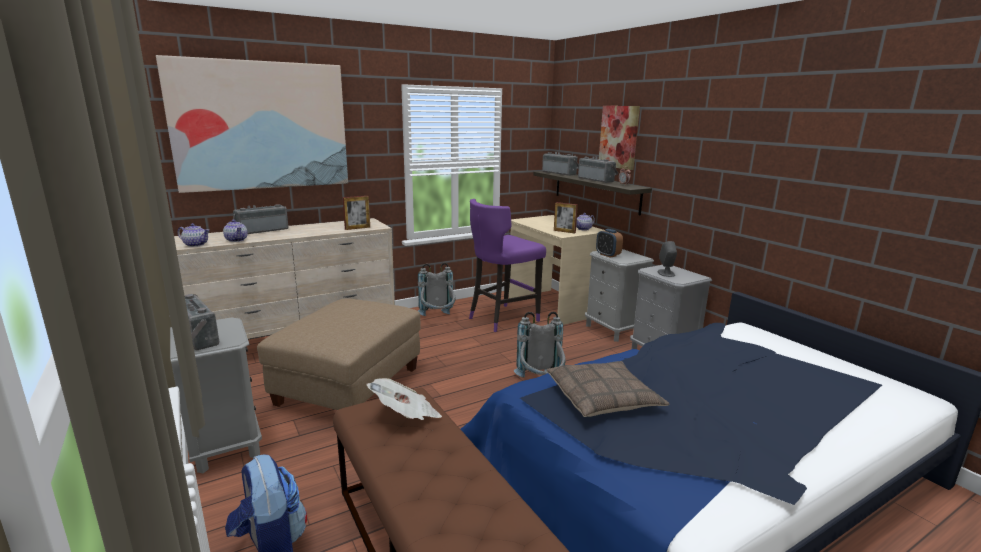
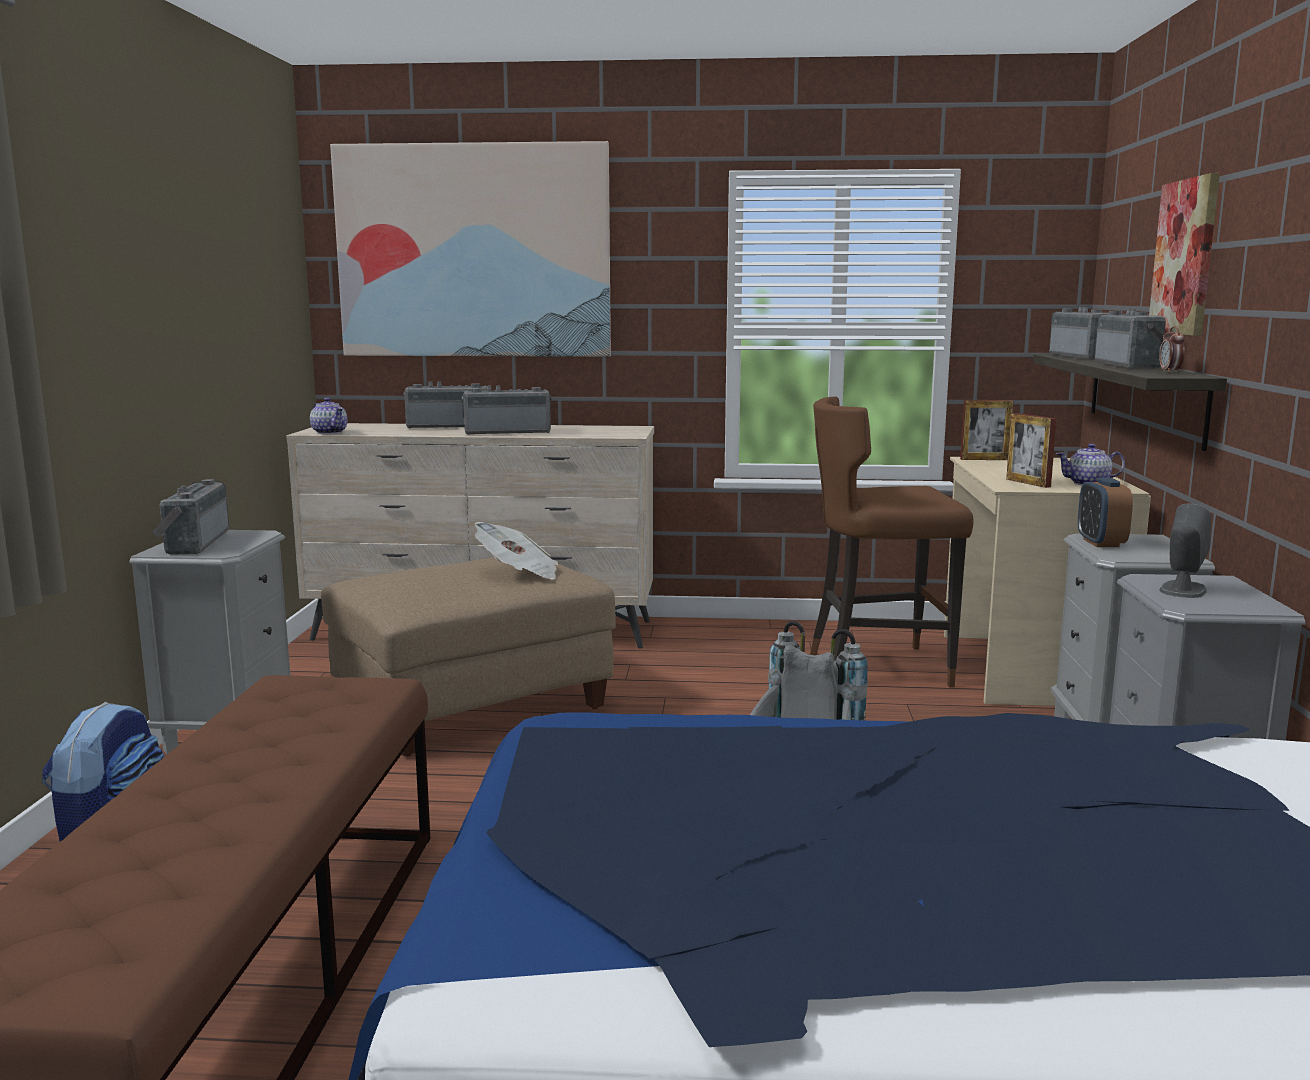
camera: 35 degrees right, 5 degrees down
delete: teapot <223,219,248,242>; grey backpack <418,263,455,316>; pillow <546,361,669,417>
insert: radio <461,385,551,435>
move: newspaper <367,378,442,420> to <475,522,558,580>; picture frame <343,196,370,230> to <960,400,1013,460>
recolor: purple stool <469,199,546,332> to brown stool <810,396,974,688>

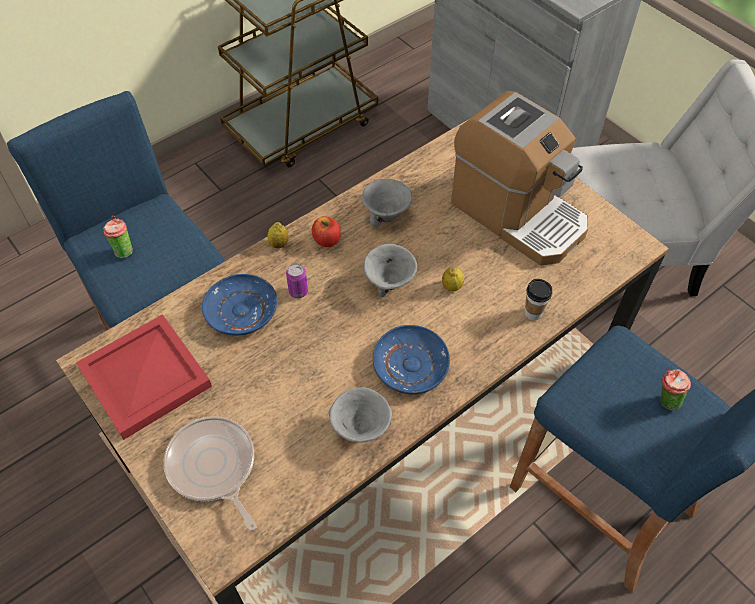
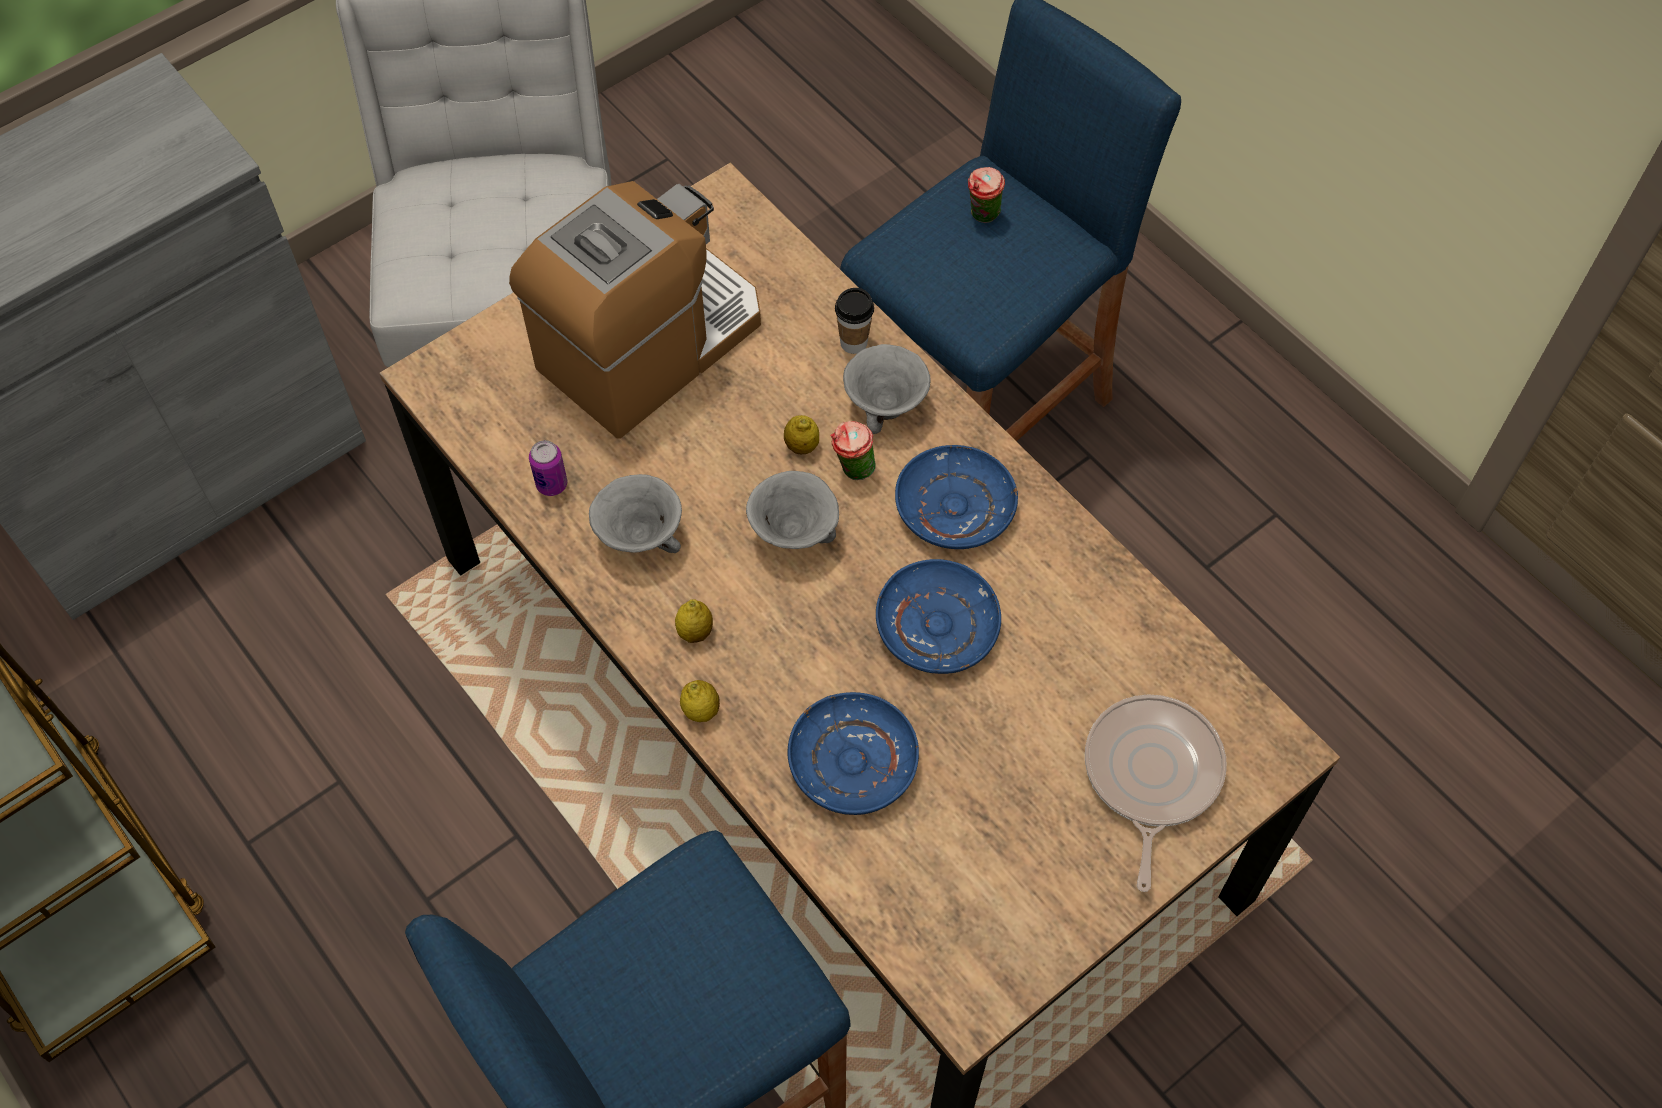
camera: 90 degrees left, 5 degrees up
delete: red tray <76,314,212,440>
insert: blue plate <876,559,1001,674>
move: can <286,264,308,298> to <529,440,567,496>; cup <103,216,133,258> to <831,421,876,480>; grey bowl <328,387,392,443> to <843,344,931,434>
replace: apple <312,216,341,247> to lemon <675,599,713,643>
rotate: frying pan <163,416,257,531> = <1085,694,1227,892> 135 degrees clockwise

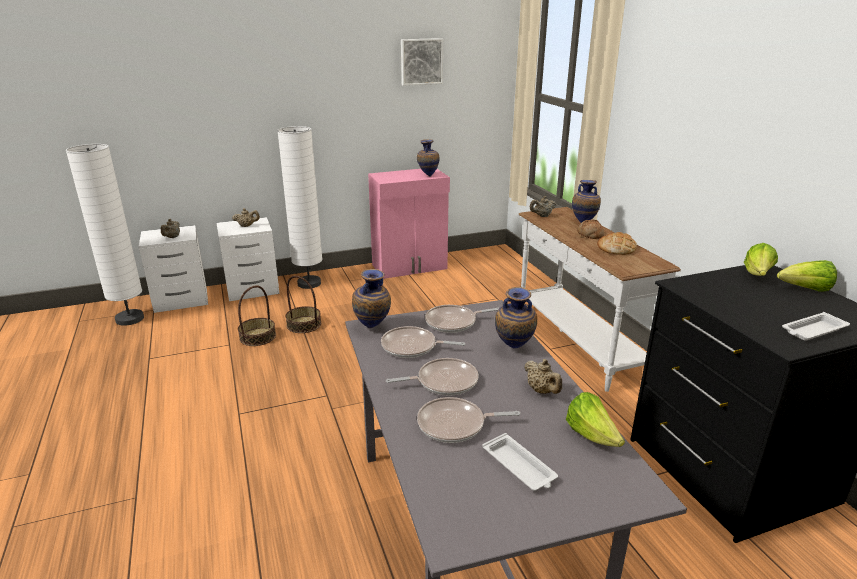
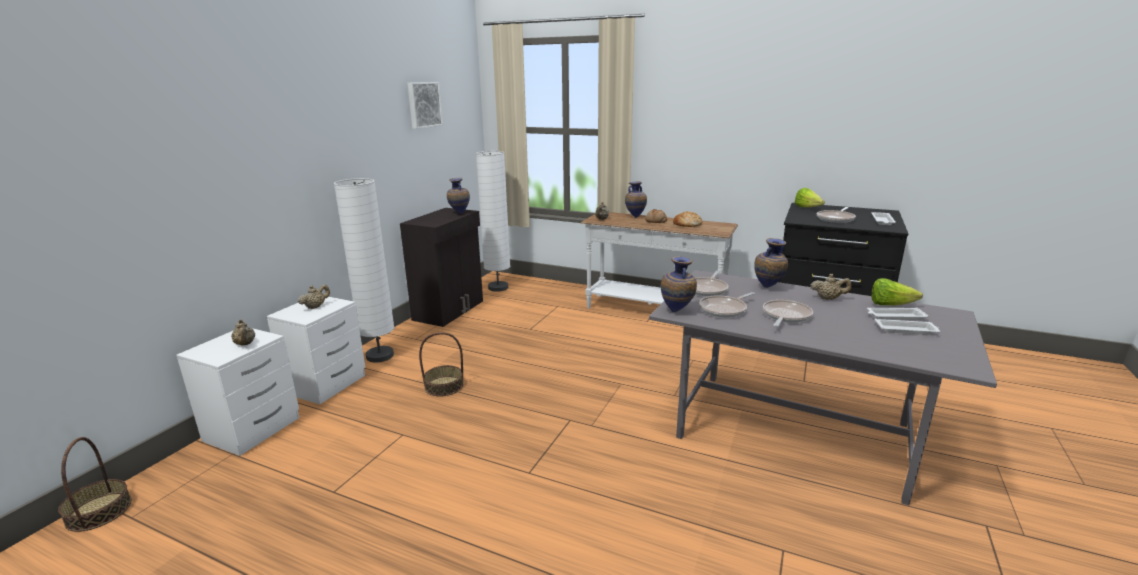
camera: 45 degrees left, 5 degrees down
delete: lettuce <777,260,837,292>
insert: white tray <867,307,929,320>
move: basket <238,285,276,346> to <58,437,132,532>; white floor lamp <66,144,144,326> to <476,151,510,292>; frying pan <417,397,520,443> to <817,207,856,223>
recolor: pink cabinet <368,169,450,279> to black cabinet <400,208,483,327>

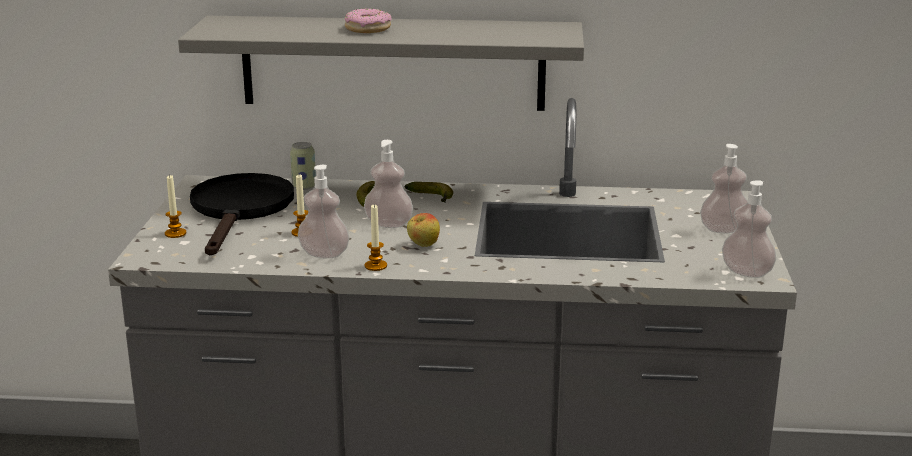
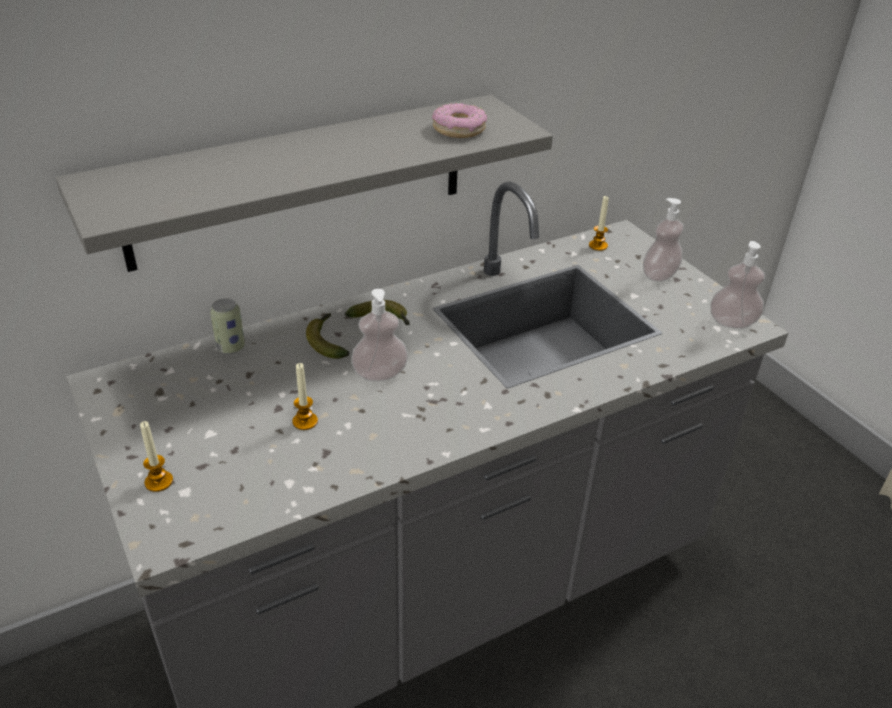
camera: 35 degrees left, 15 degrees up
delete: black frying pan <190,173,294,255>; soap dispenser <298,165,349,258>; apple <407,213,440,247>
move: donut <345,8,391,33> to <432,103,487,138>; candle <365,205,387,271> to <589,195,609,251>

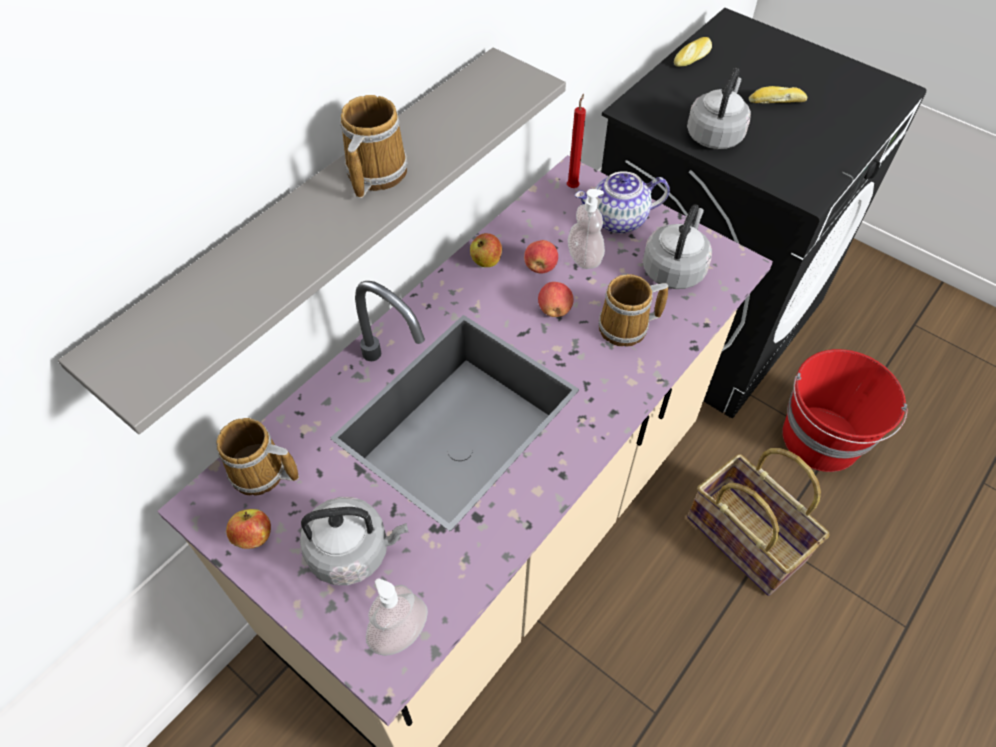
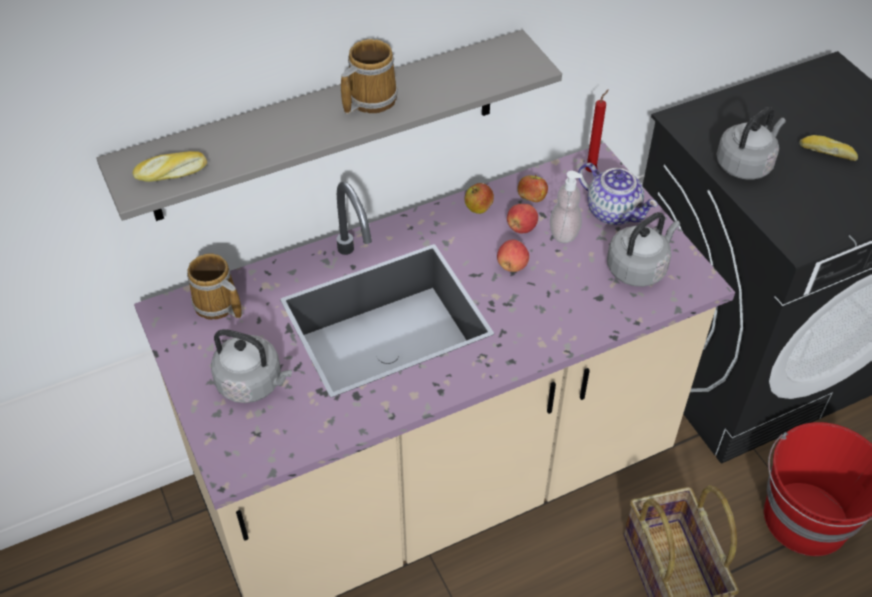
camera: 25 degrees right, 5 degrees down
delete: soap dispenser <366,578,428,656>; mug <599,274,668,347>
move: bread <674,37,712,67> to <133,151,207,182>; apple <226,509,271,549> to <518,175,548,202>
rotate: teapot <575,171,670,234> = <578,163,658,225> 150 degrees counterclockwise

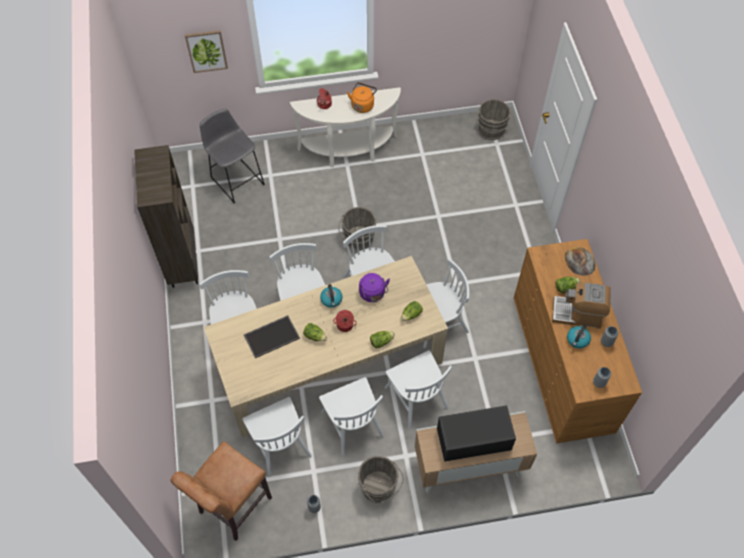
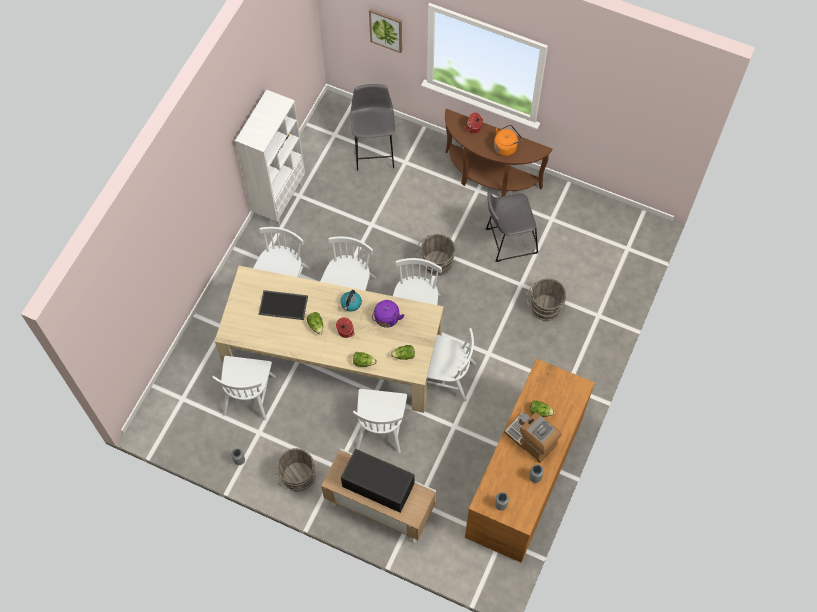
camera: 35 degrees right, 5 degrees up
delete: brown stool <170,441,272,541>; white chair <319,377,385,456>; bread <565,247,595,276>; kettle <567,325,591,349>
insert: grey stool <486,191,539,262>
move: grey bucket <477,99,512,140> to <526,278,566,321>
recolor: brown bookcase <134,145,198,288> to white bookcase <235,90,305,224>; white console table <290,87,401,167> to brown console table <445,109,552,197>

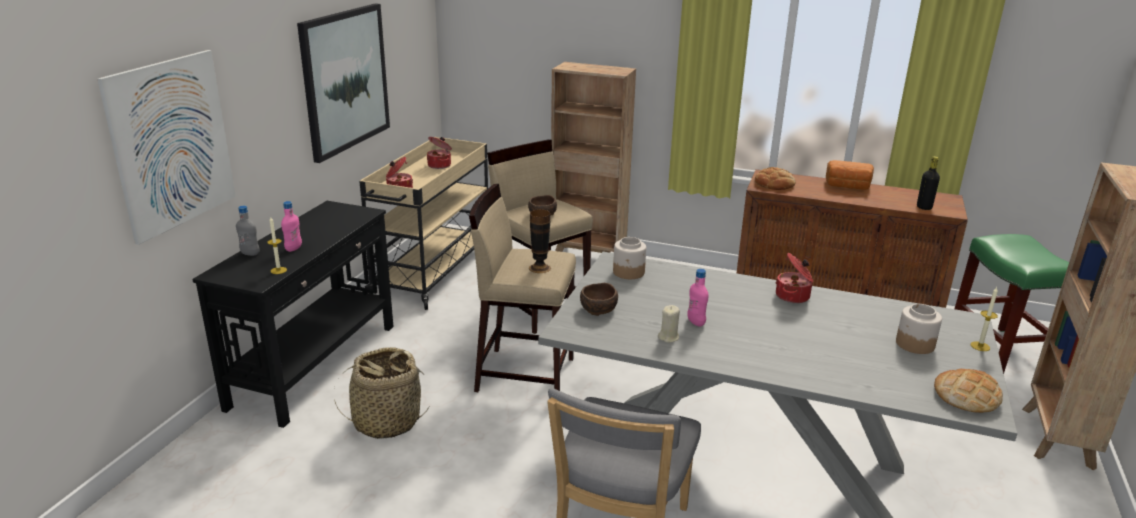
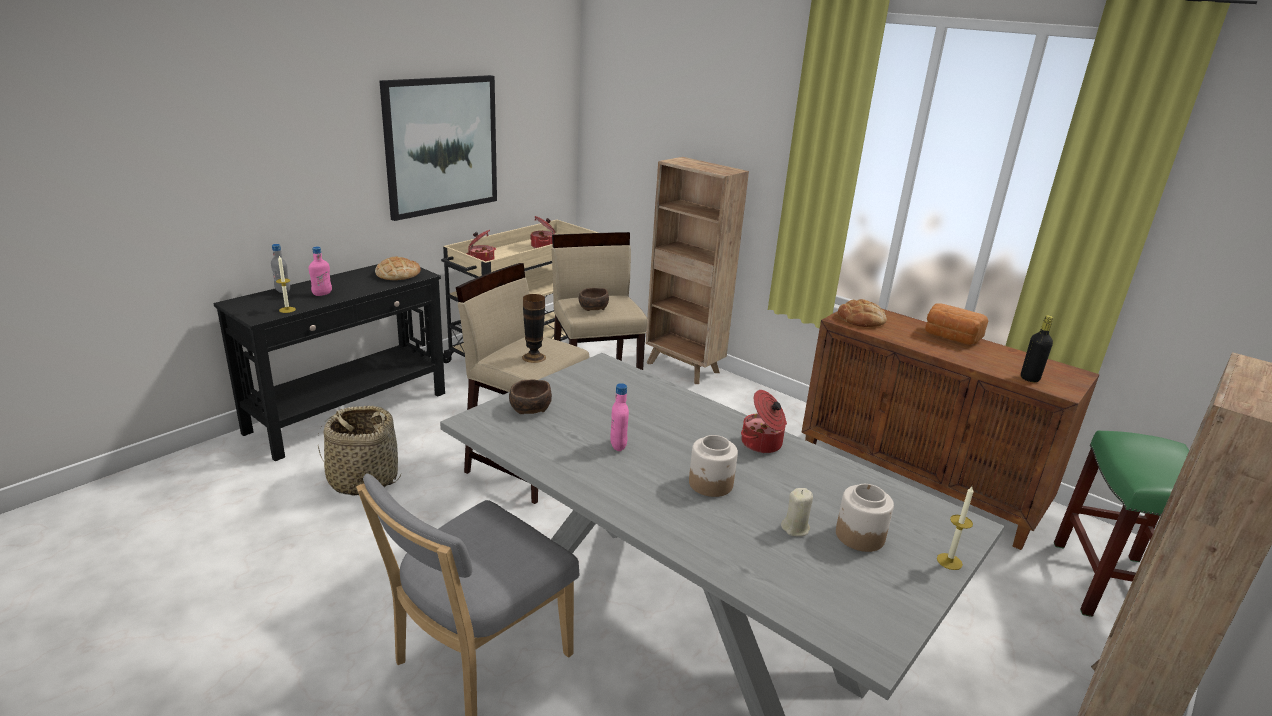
camera: 20 degrees right, 0 degrees up
delete: picture <97,50,236,245>
move: bread <934,369,1003,413> to <375,257,421,280>; jar <613,237,646,279> to <689,435,738,497>; beige candle <658,305,680,343> to <781,488,813,536>

